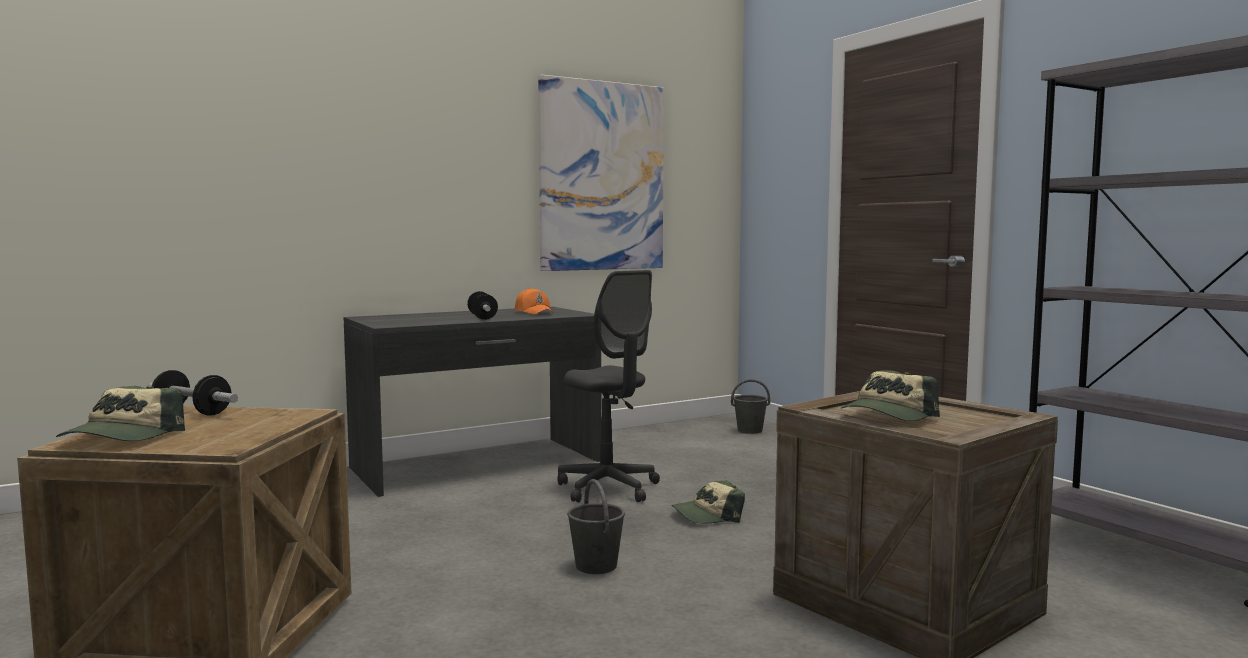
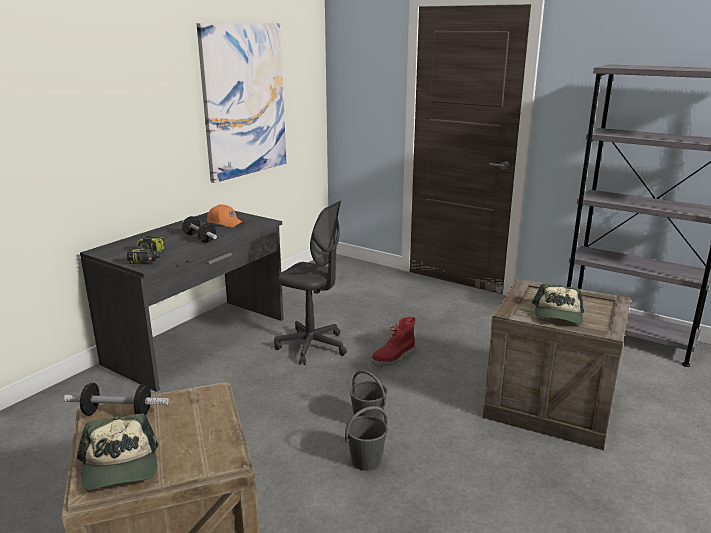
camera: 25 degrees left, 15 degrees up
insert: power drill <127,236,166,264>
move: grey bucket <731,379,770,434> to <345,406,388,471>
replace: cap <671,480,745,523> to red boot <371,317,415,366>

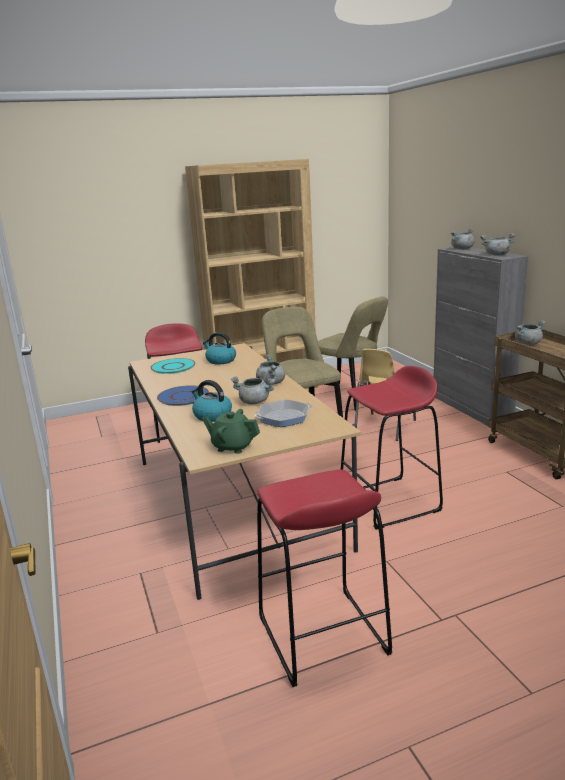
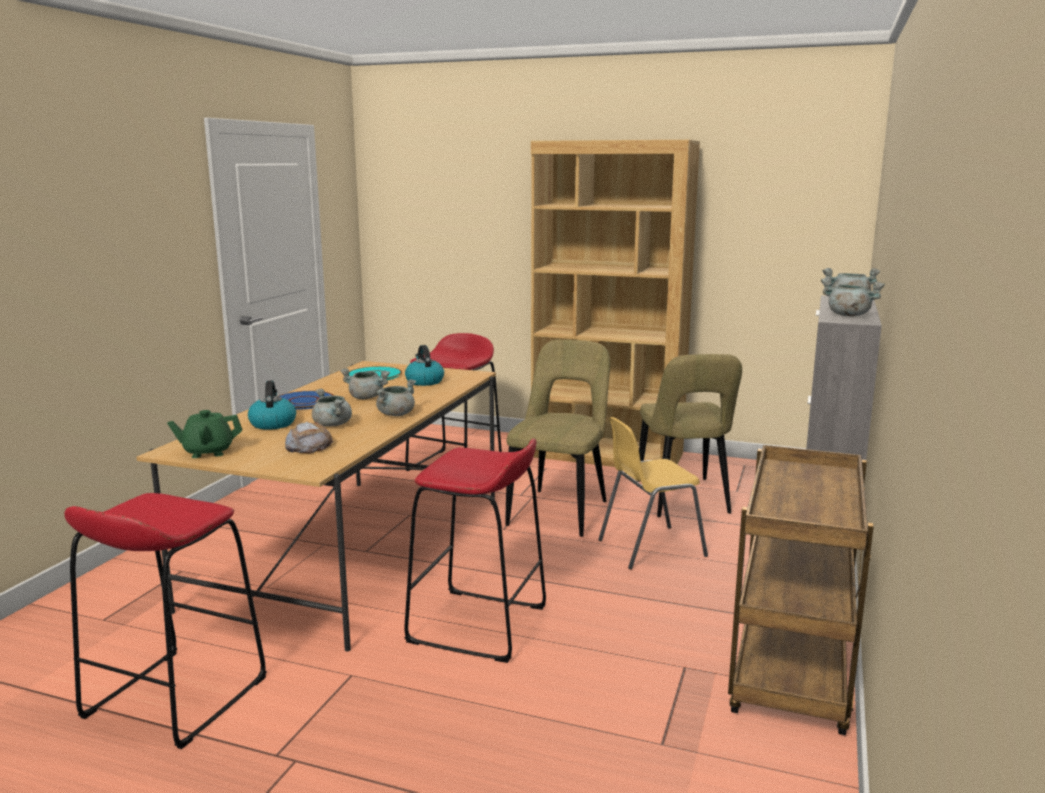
camera: 40 degrees right, 5 degrees down
move: grey cooking pot <515,320,545,345> to <340,368,390,399>
replace: frying pan <254,400,312,427> to bread <285,422,334,454>
rotate: green teapot <202,409,260,454> = <167,410,242,458> 75 degrees counterclockwise

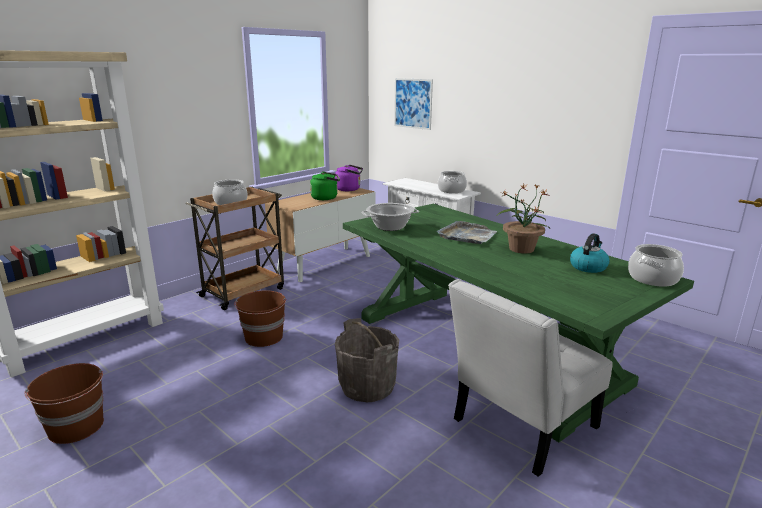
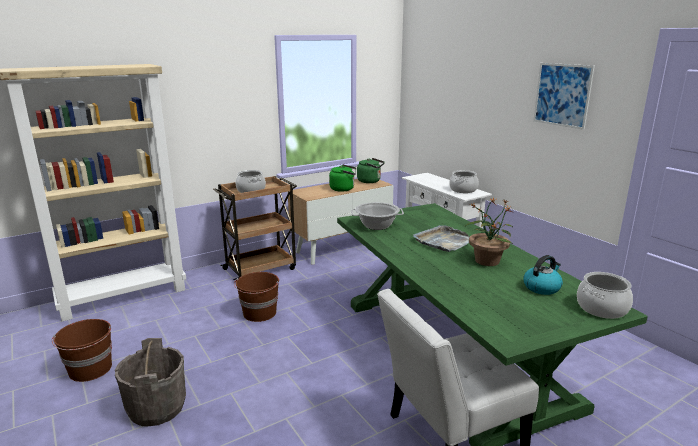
camera: 15 degrees right, 0 degrees up
move: grey bucket <335,318,399,402> to <115,338,186,427>; picture <394,78,433,130> to <533,63,595,130>
recolor: purple kettle <335,165,363,191> to green kettle <357,158,385,183>

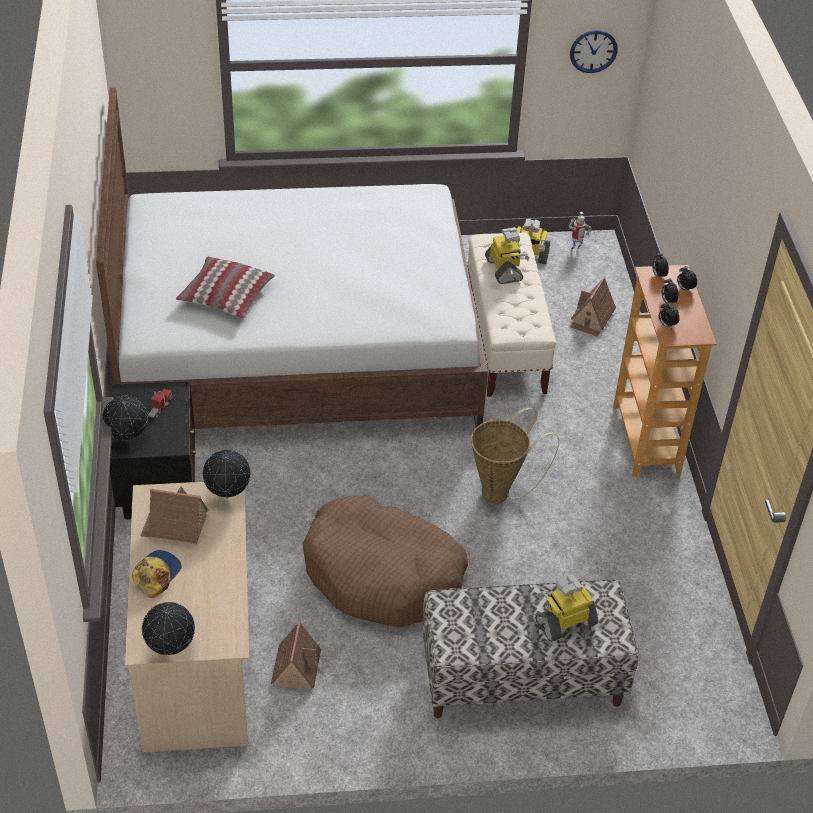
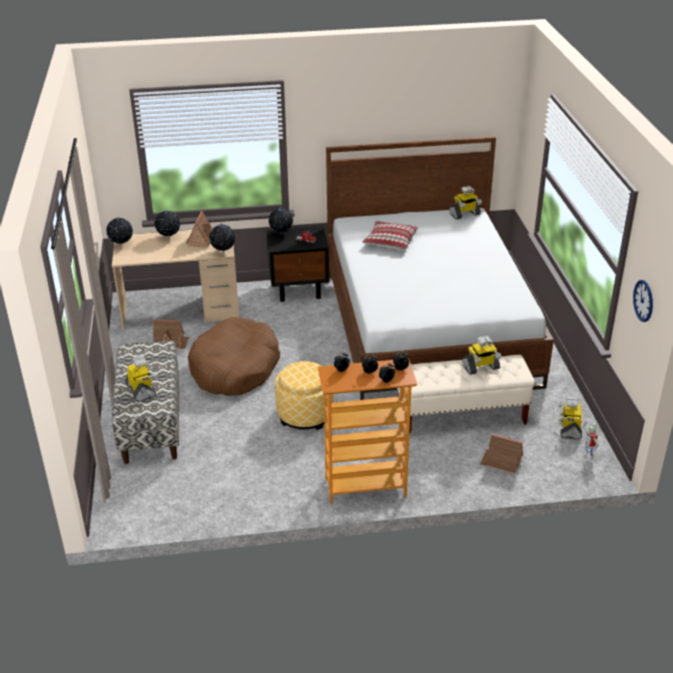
camera: 90 degrees right, 10 degrees down
insert: toy robot <449,186,482,220>
replace: cap <132,550,182,598> to globe <154,209,180,237>; basket <471,407,559,504> to ottoman <275,361,334,430>

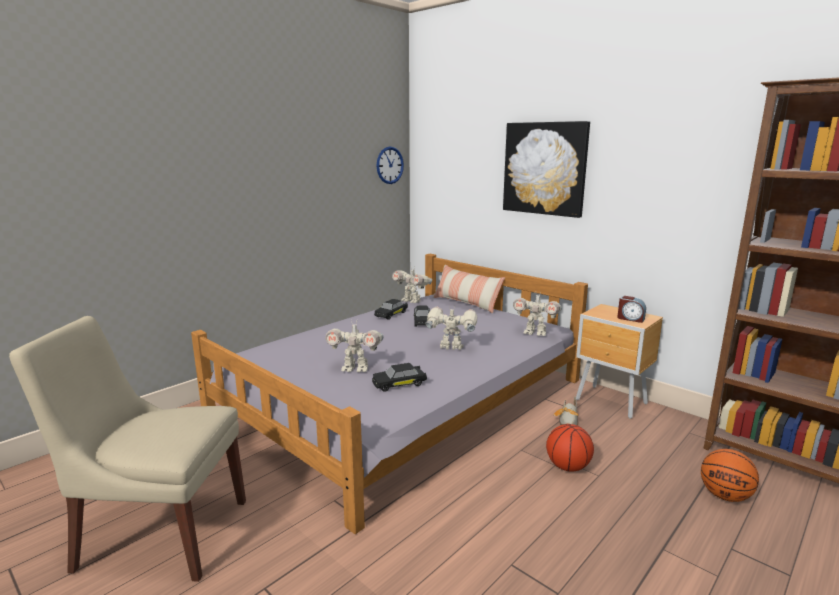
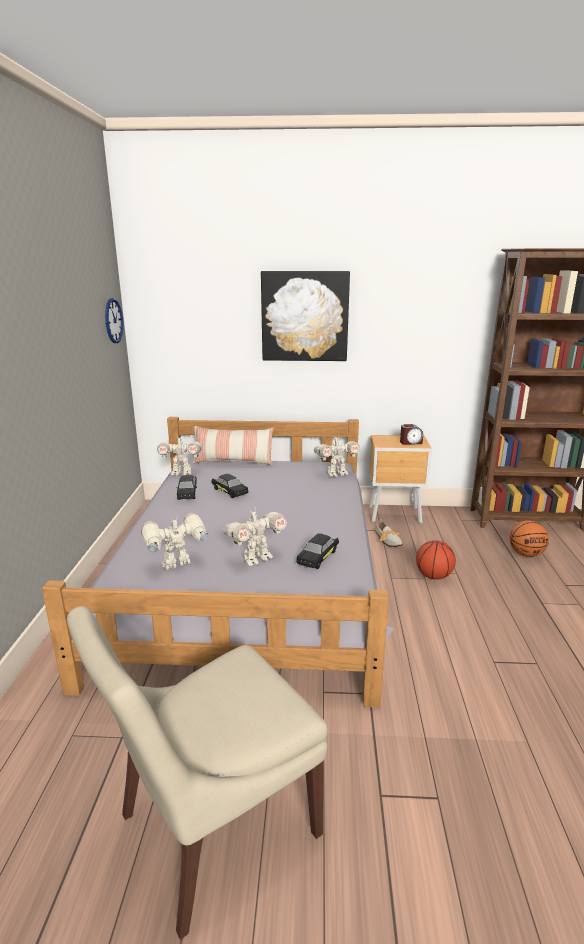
camera: 40 degrees left, 5 degrees up
move: toy robot <425,305,477,350> to <141,513,208,570>

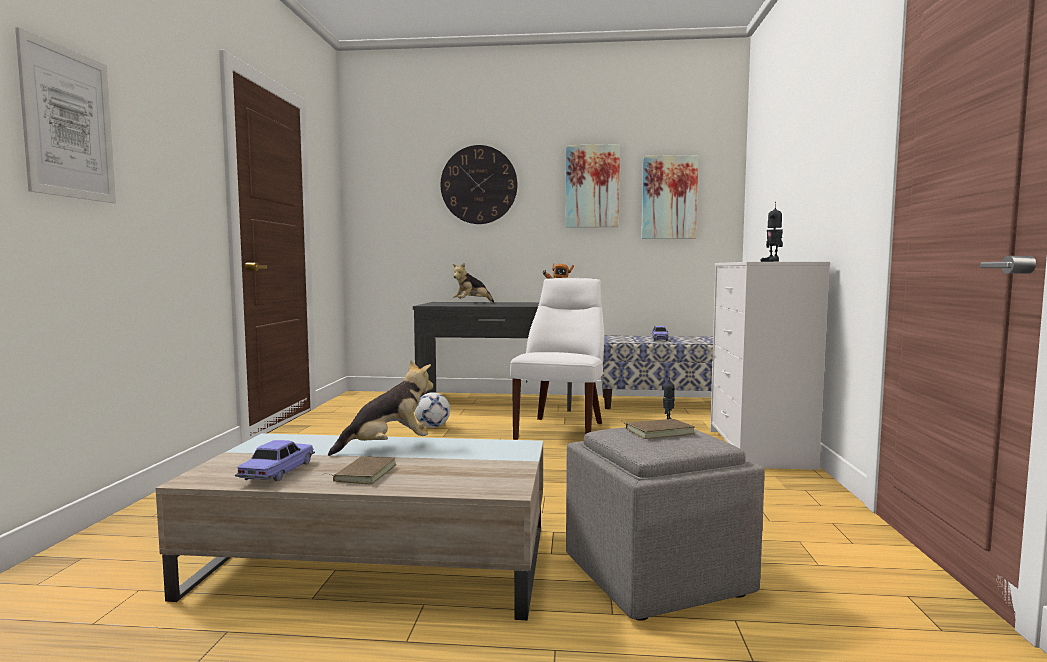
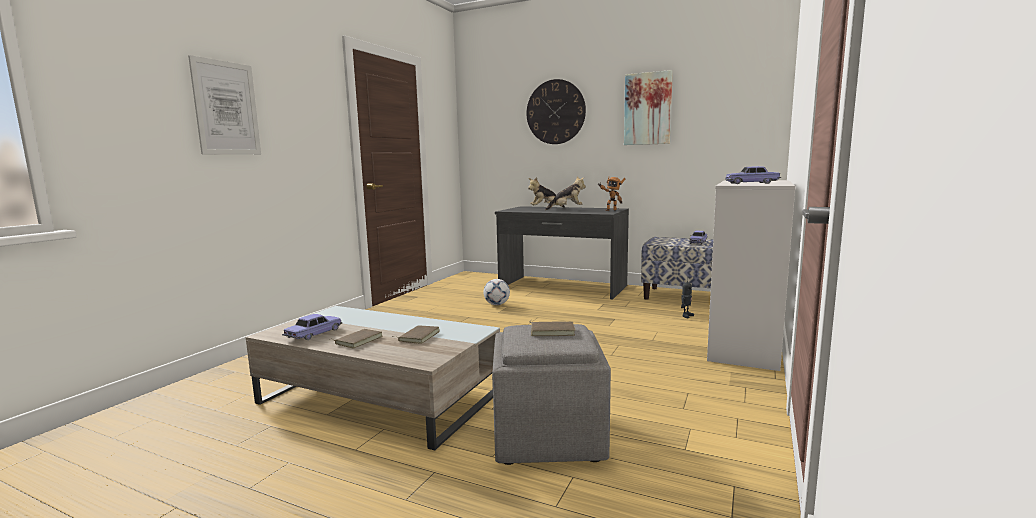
camera: 20 degrees right, 5 degrees up
delete: white chair <510,278,604,440>; picture <641,155,698,239>
insert: brown book <392,325,440,344>
move: plush toy <328,360,433,456> to <545,176,586,210>
replace: toy robot <761,202,783,262> to toy car <725,166,781,184>

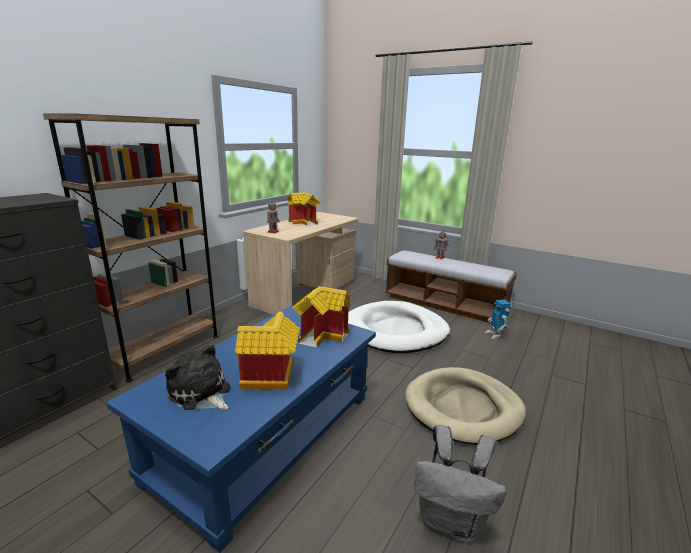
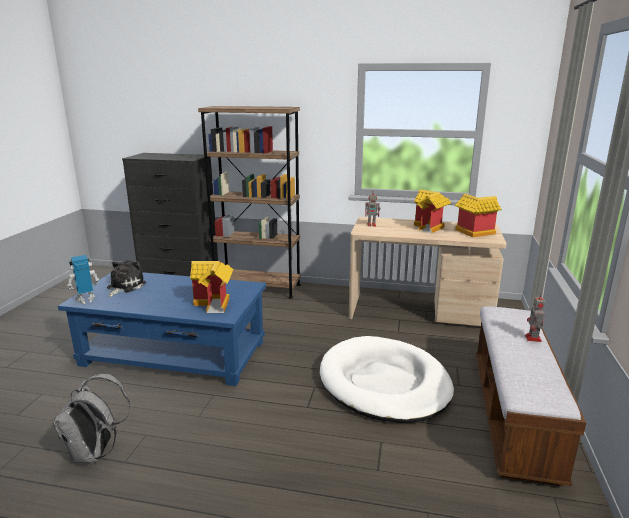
camera: 70 degrees right, 0 degrees up
delete: beige dog bed <405,367,526,445>
move: toy robot <485,299,511,339> to <67,255,99,304>; toy house <235,312,300,390> to <455,194,501,237>

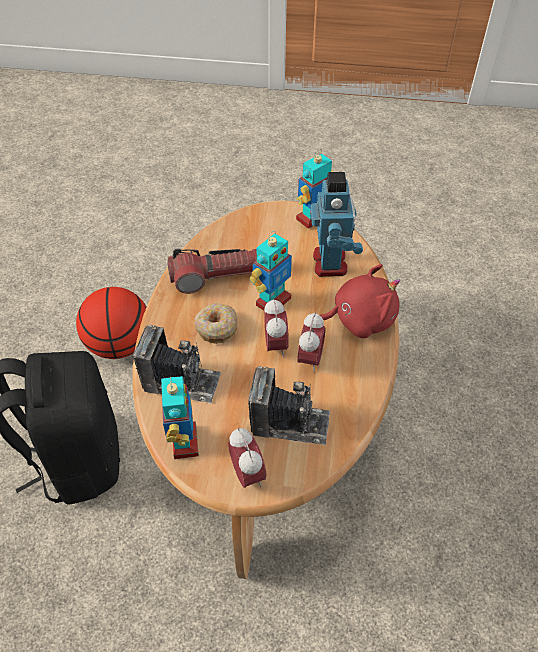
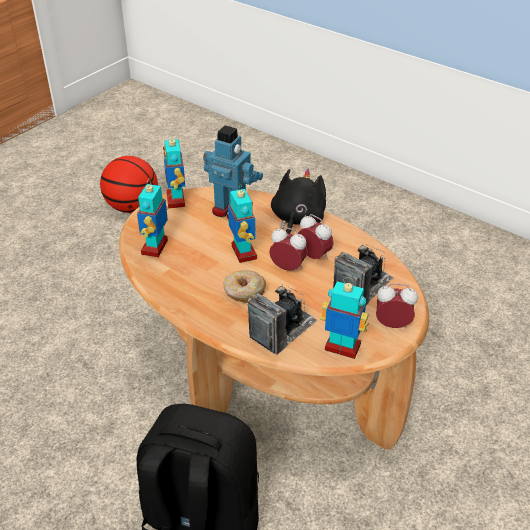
camera: 60 degrees left, 10 degrees down
delete: flashlight <167,249,257,294>
insert: toy robot <137,180,168,257>
move: basketball <76,287,146,359> to <100,156,158,213>
recolor: red plush toy <320,264,400,338> to black plush toy <271,169,326,233>

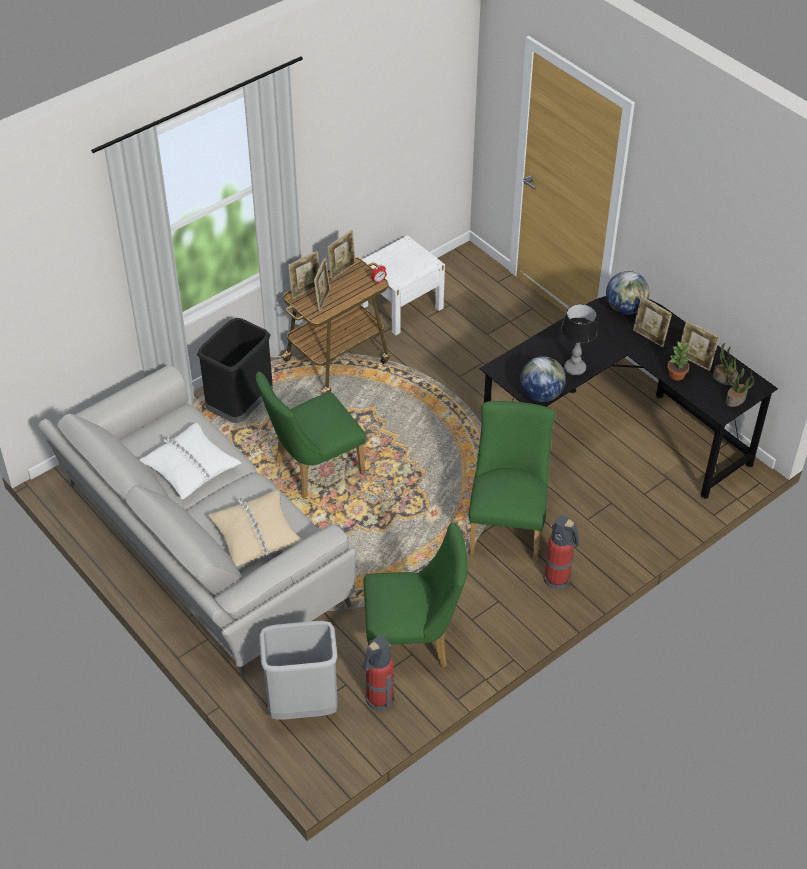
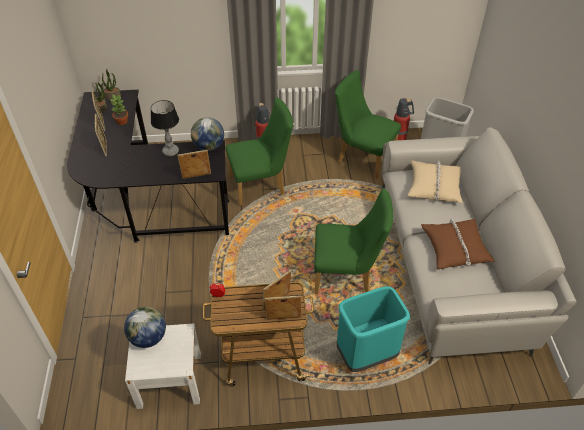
camera: 145 degrees left, 0 degrees up
move: globe <606,271,649,315> to <124,306,166,348>; picture frame <327,230,356,280> to <178,150,211,179>
recolor: black trash can <197,318,273,423> to turquoise trash can <337,286,410,372>; white pillow <139,423,241,500> to brown pillow <421,219,495,269>
rotate: green chair <469,401,555,562> = <225,97,293,206> 150 degrees counterclockwise

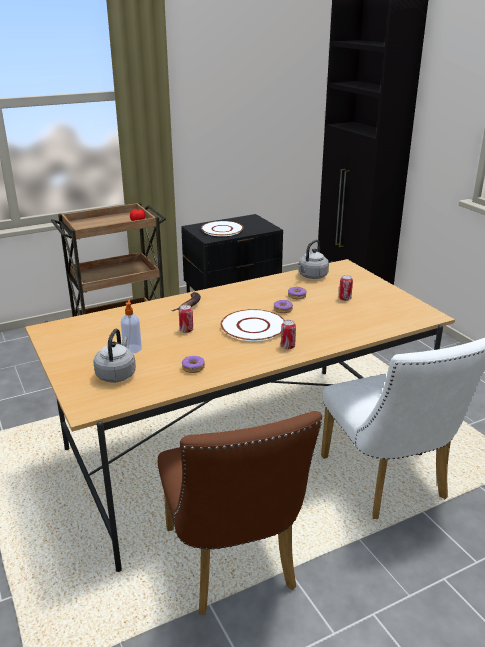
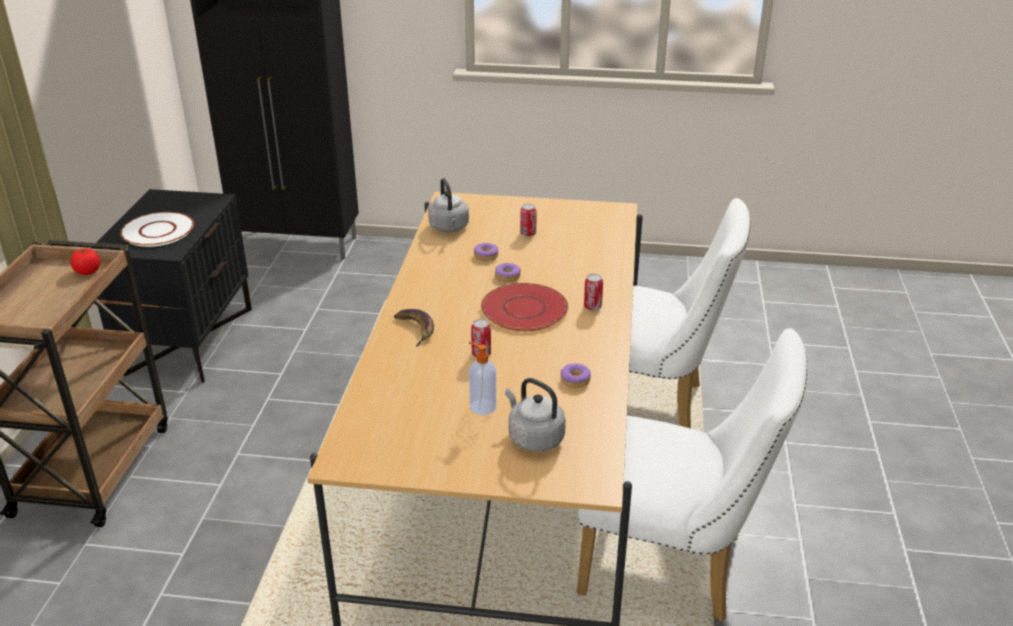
camera: 55 degrees left, 5 degrees up
recolor: white plate <221,309,284,341> to red plate <481,283,568,331>; brown chair <158,411,322,615> to white chair <577,328,807,622>

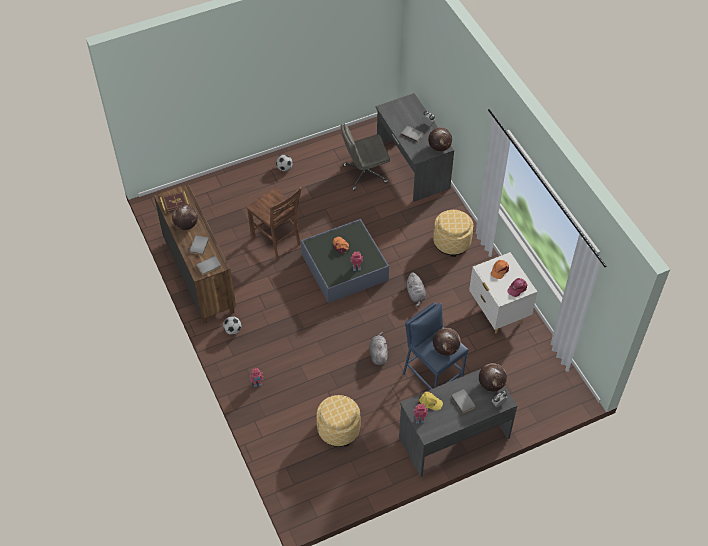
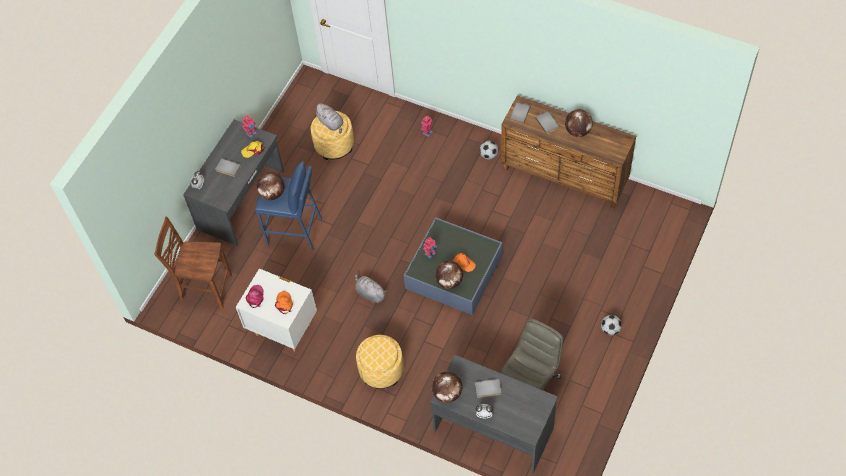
camera: 145 degrees right, 5 degrees up
delete: book <160,191,189,213>
move: brown chair <247,187,302,261> to <154,217,232,309>; grey plush toy <369,332,388,365> to <314,103,344,134>; globe <479,363,507,392> to <435,261,463,289>

